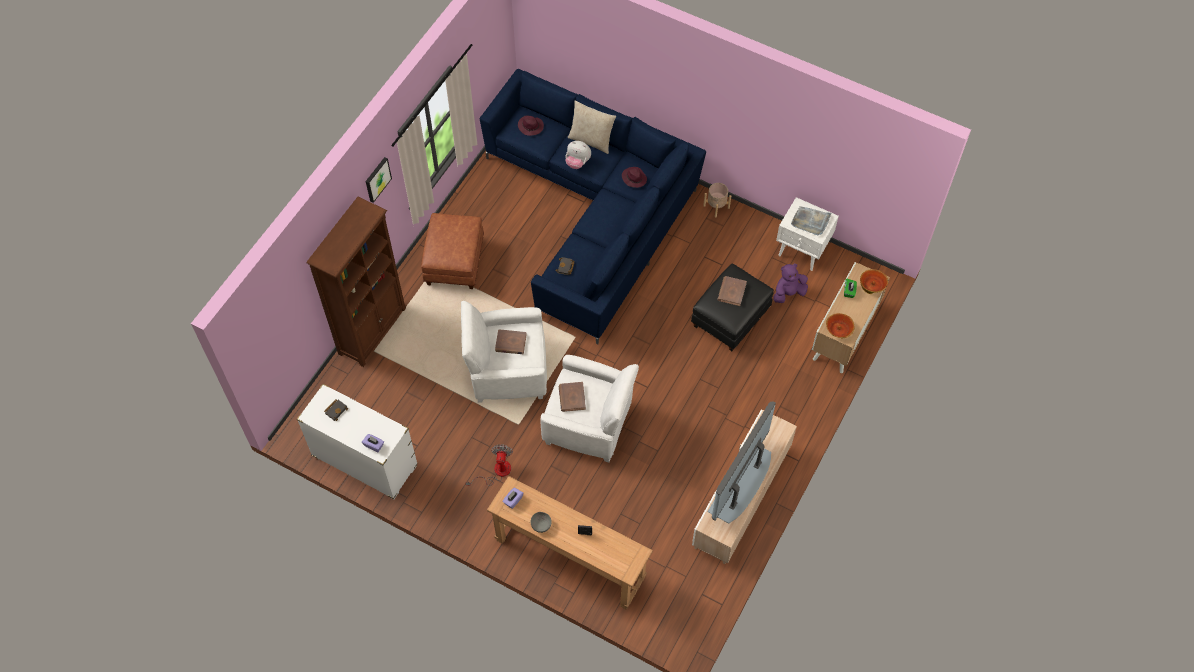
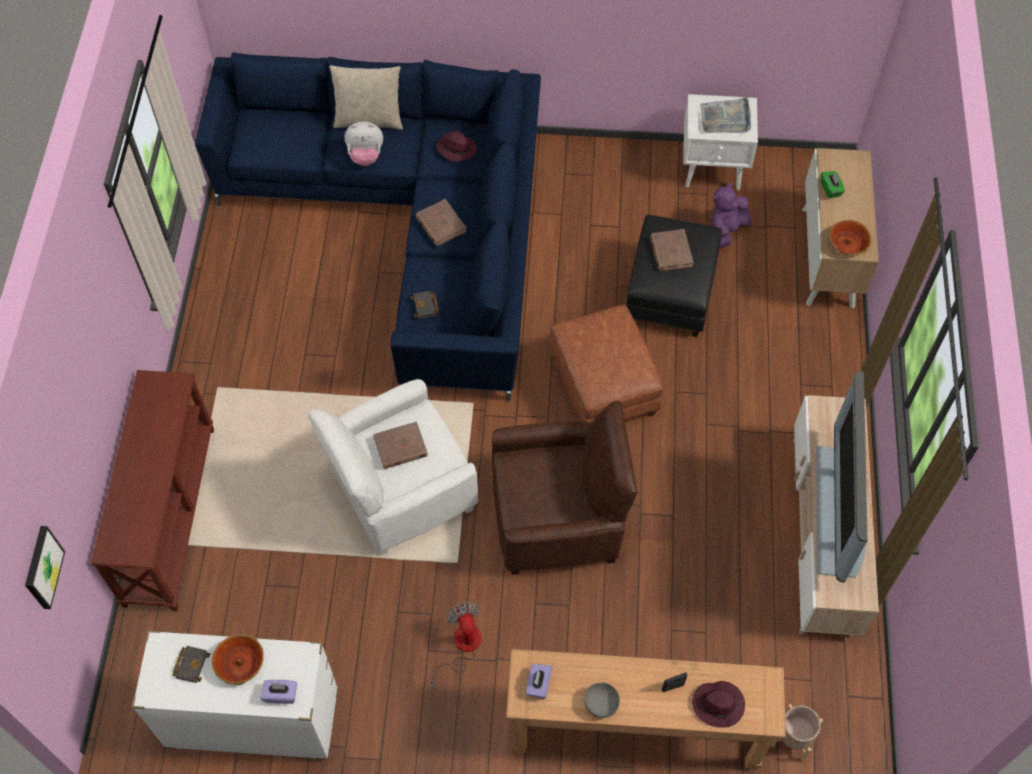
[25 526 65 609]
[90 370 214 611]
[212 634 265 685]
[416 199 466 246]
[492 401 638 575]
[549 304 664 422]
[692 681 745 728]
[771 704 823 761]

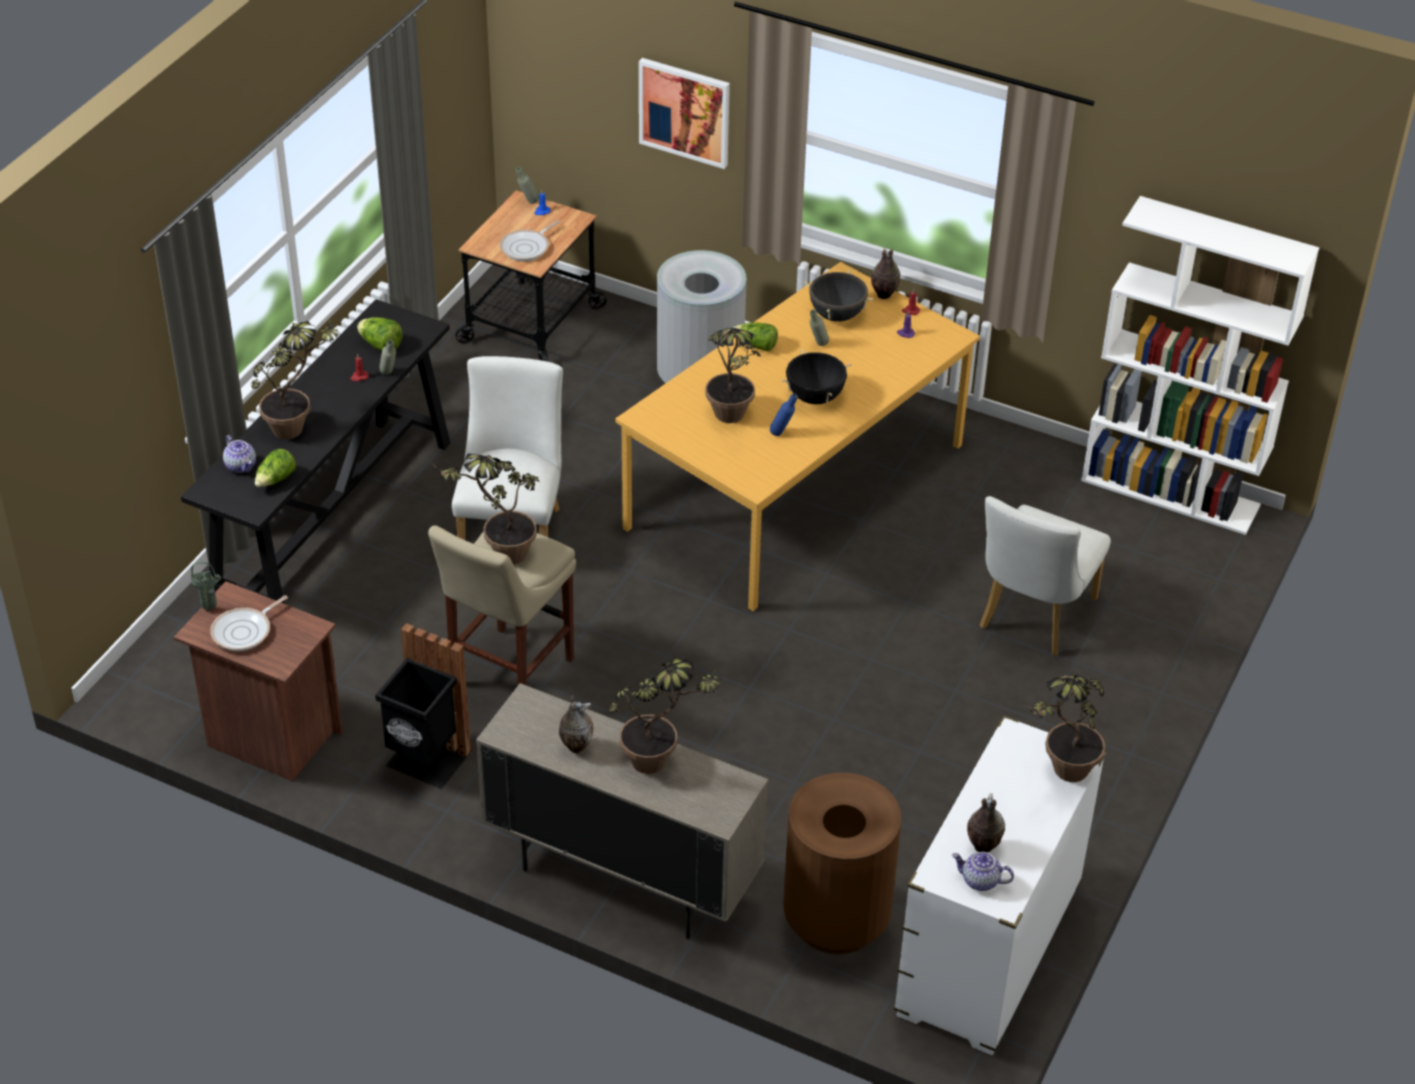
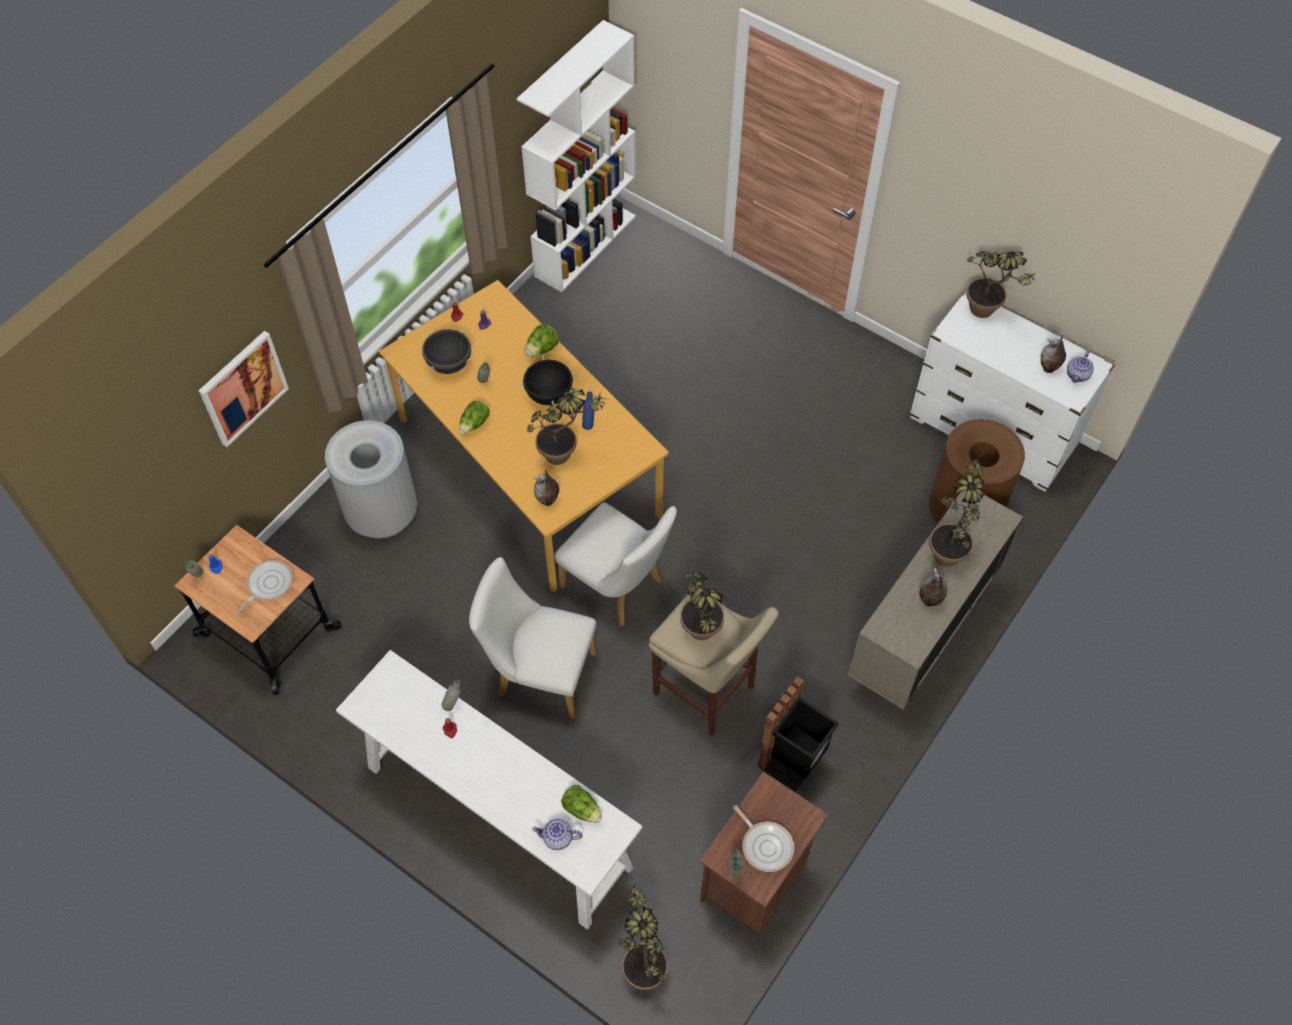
[236 560 293 614]
[336 650 642 929]
[525 324 559 357]
[532 819 582 850]
[533 470 559 506]
[554 502 677 626]
[618 881 668 990]

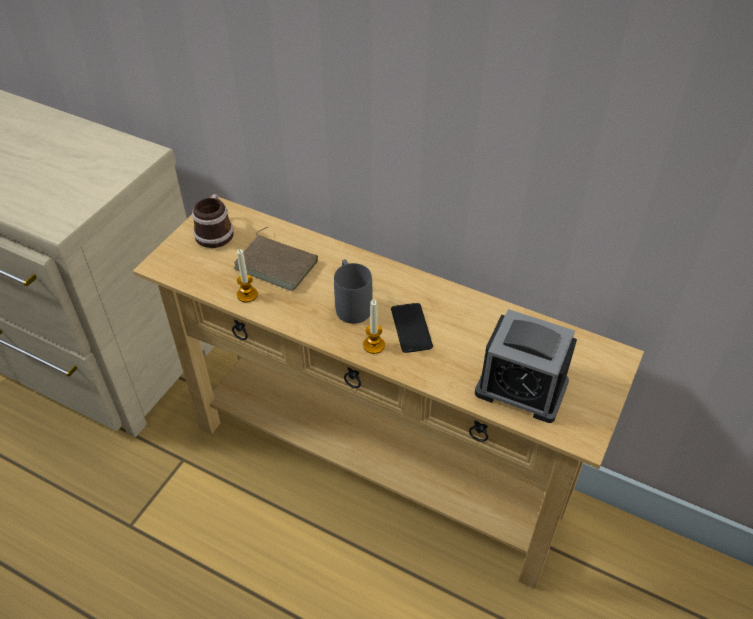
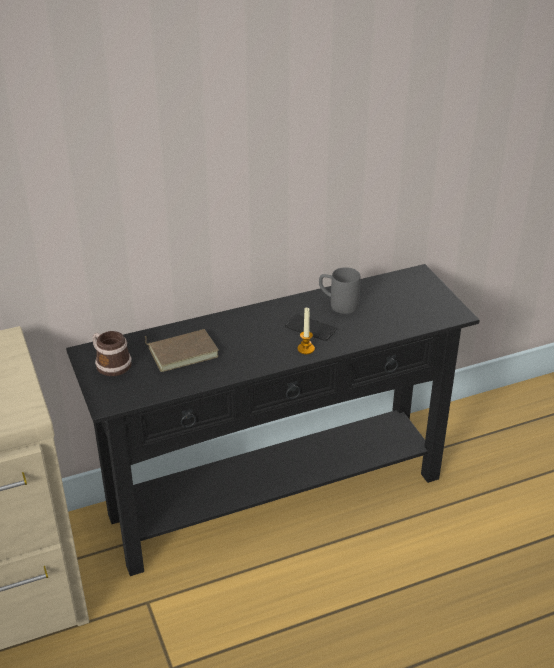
[66 264 480 576]
[319 267 360 314]
[237 249 258 302] (first image)
[475 309 577 423] (first image)

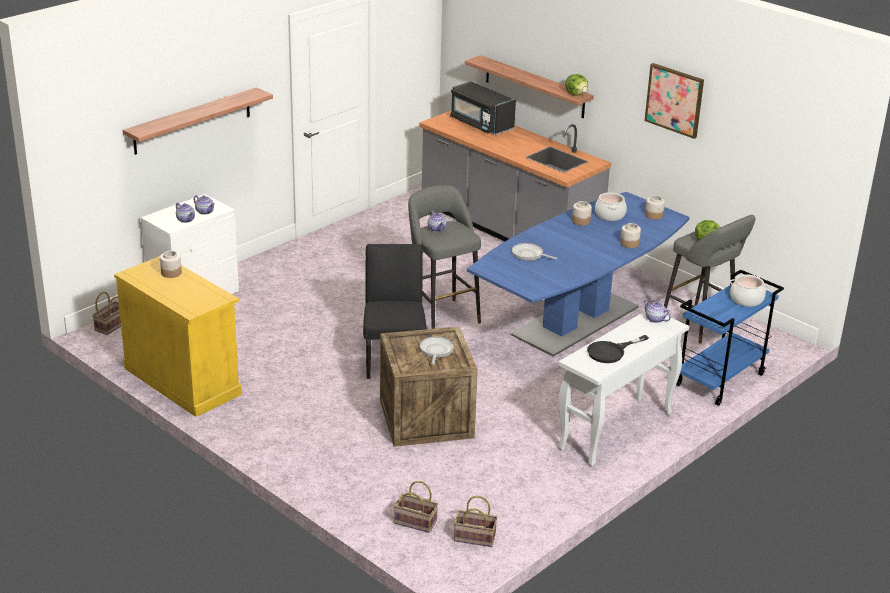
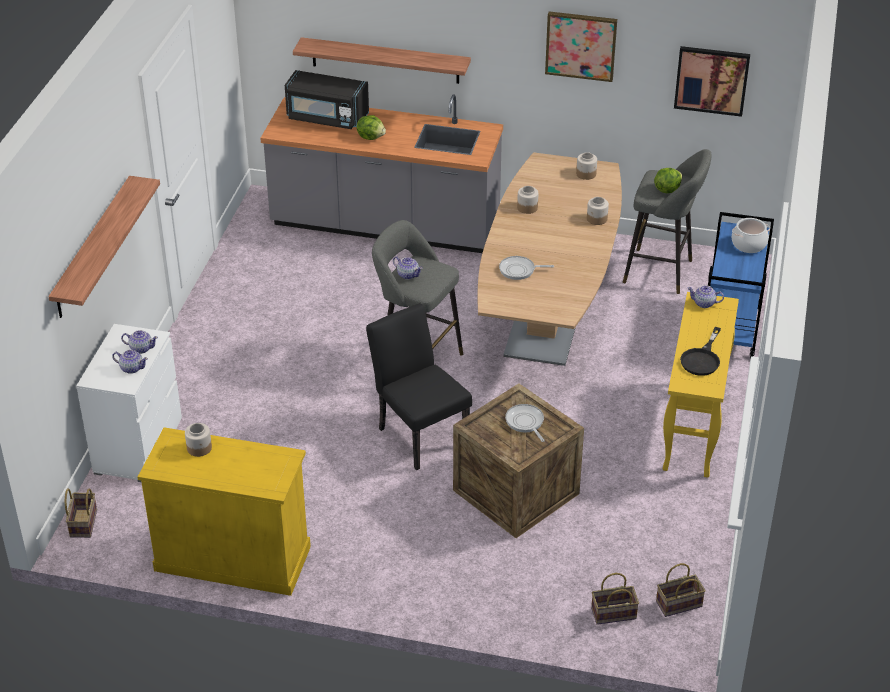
[357 115 386 140]
[478 152 622 366]
[662 292 739 478]
[674 46 750 117]
[595 192 627 221] (first image)

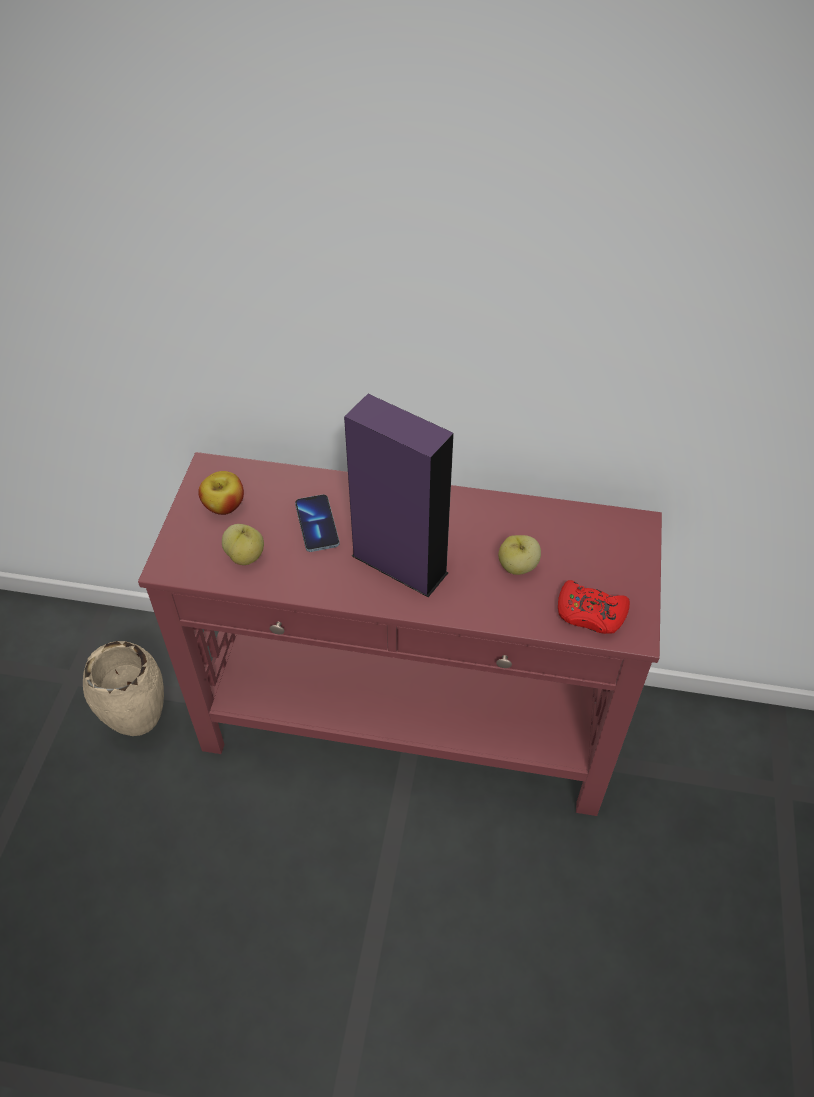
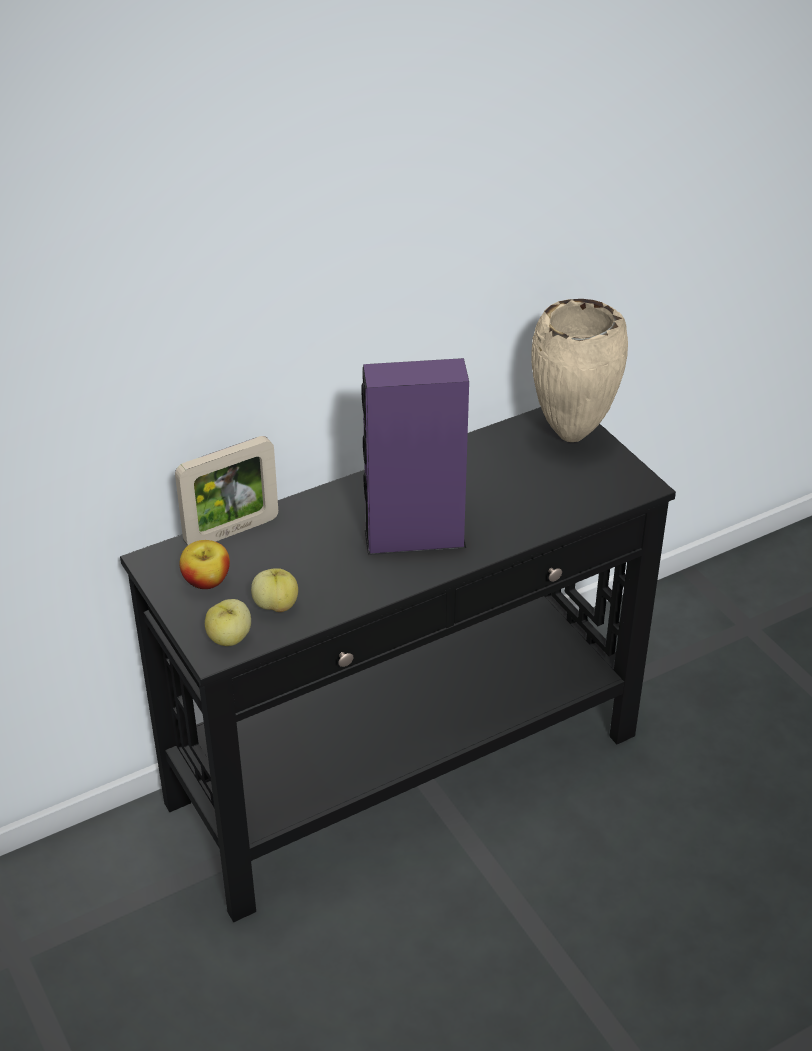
[120 407 676 922]
[175 436 278 545]
[205 599 251 646]
[532 299 628 442]
[295 495 340 552] (first image)
[558 580 630 634] (first image)

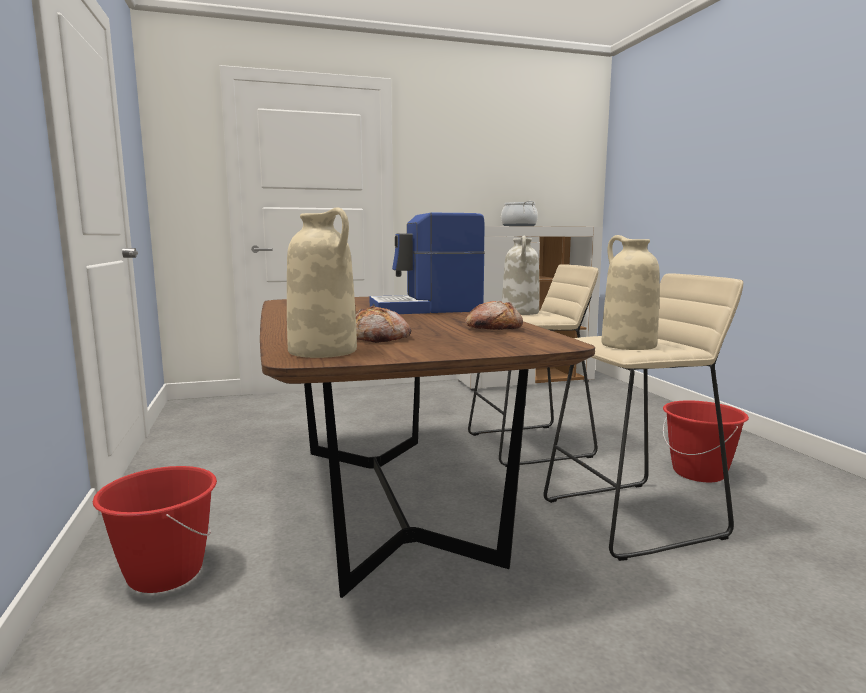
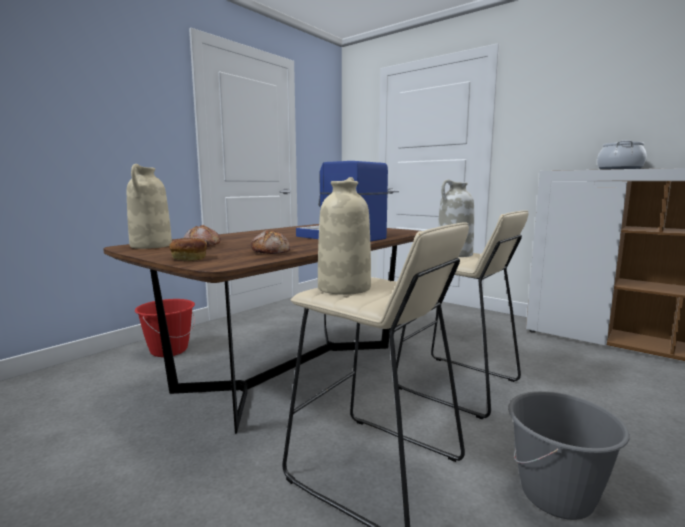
[169 238 207 261]
[508 391 630 520]

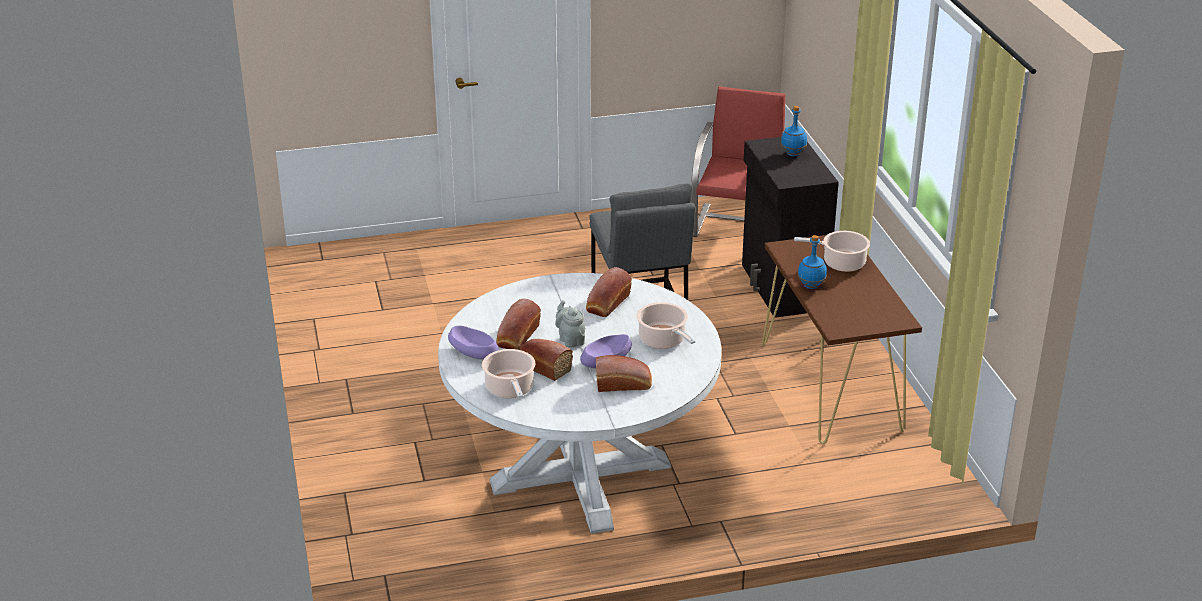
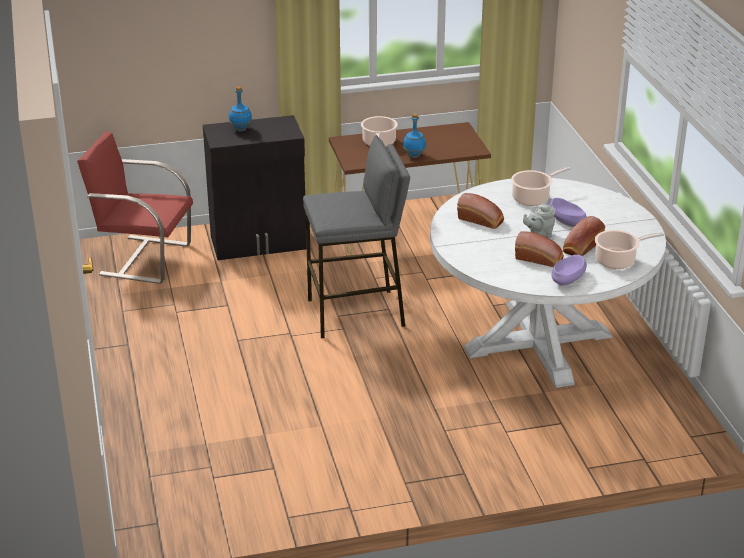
[596 355 652 392] (first image)

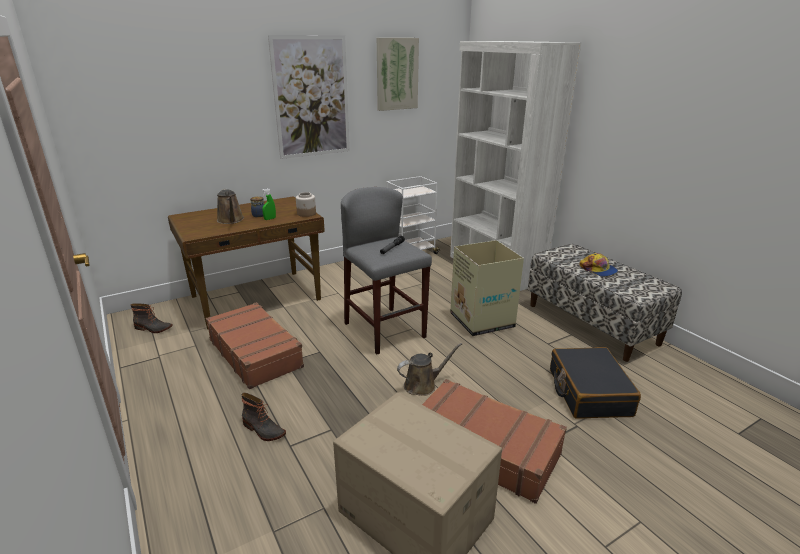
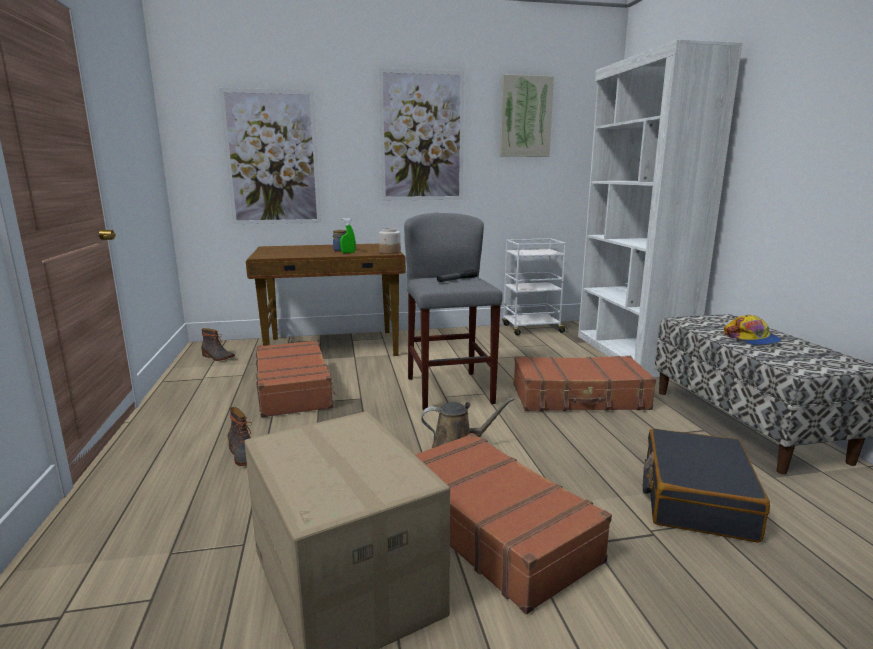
[219 88 321 224]
[514 356 656 411]
[217 189 244 224] (first image)

